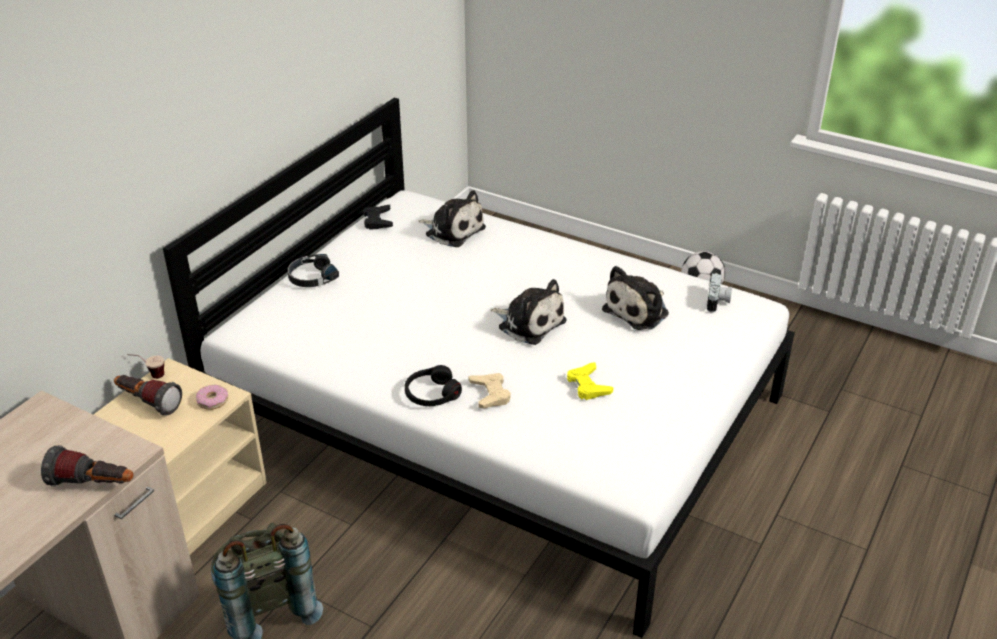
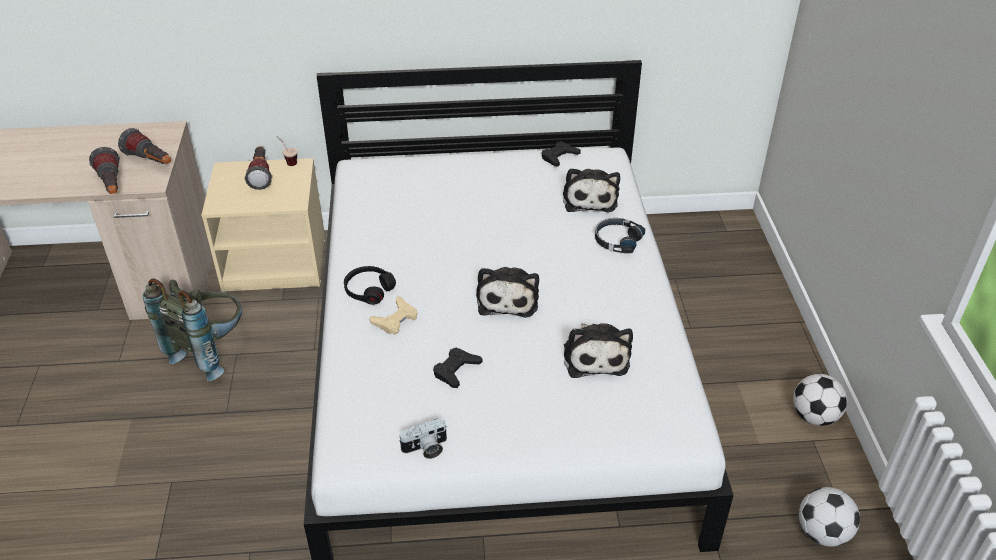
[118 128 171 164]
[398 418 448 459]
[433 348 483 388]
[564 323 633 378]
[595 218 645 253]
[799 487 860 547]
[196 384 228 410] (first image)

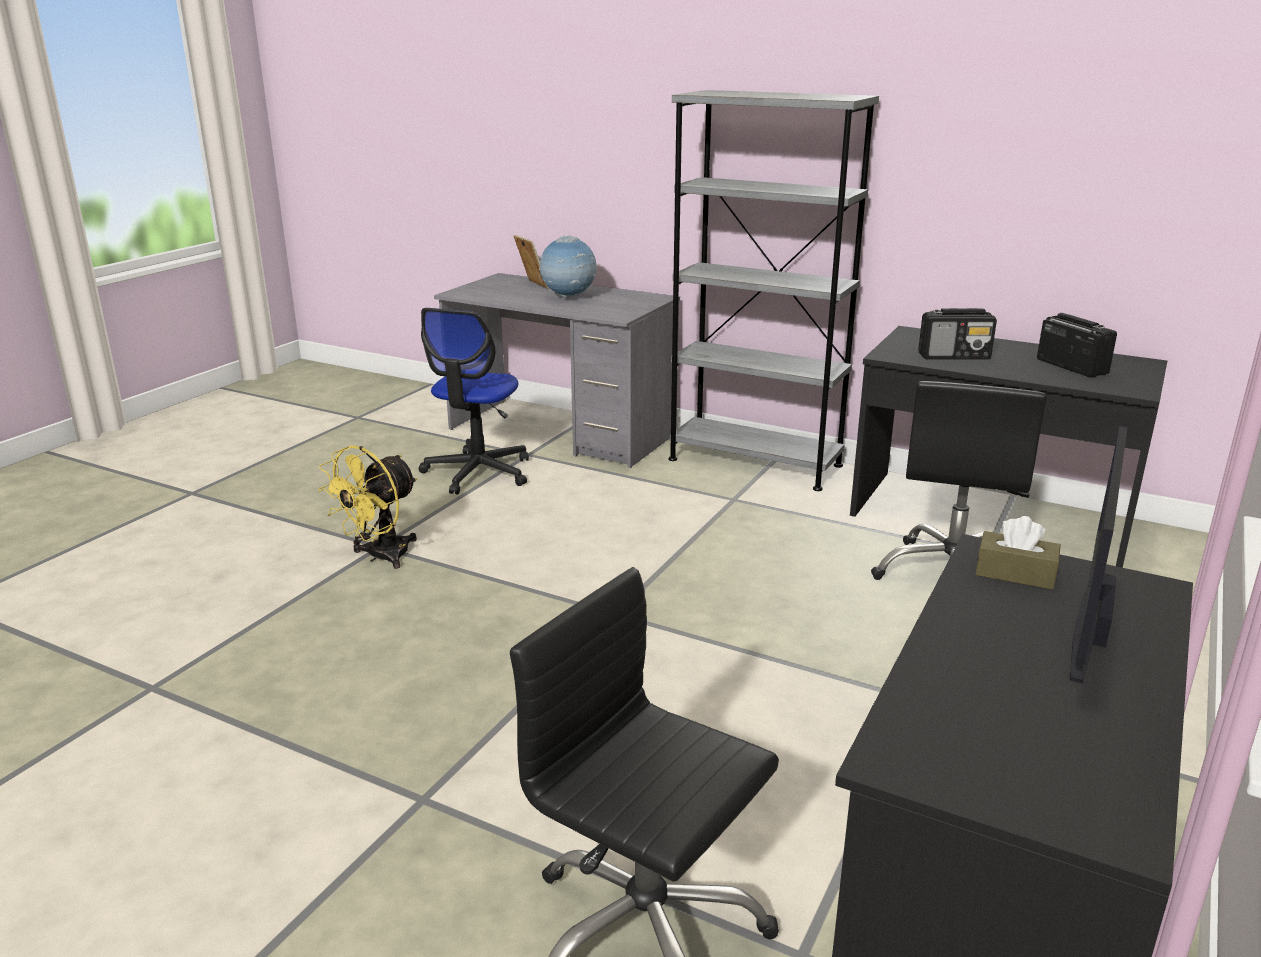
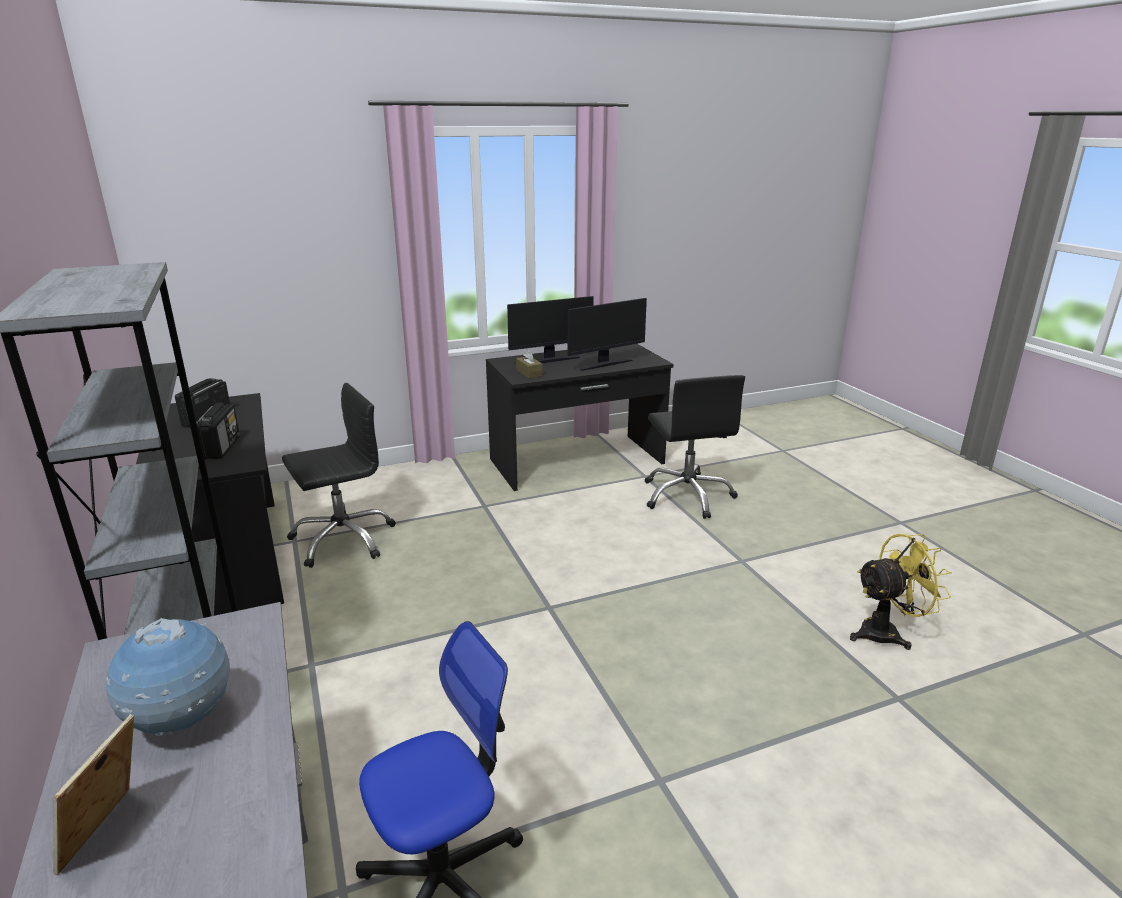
[196 403 240 460]
[567 298 647 371]
[850 534 952 650]

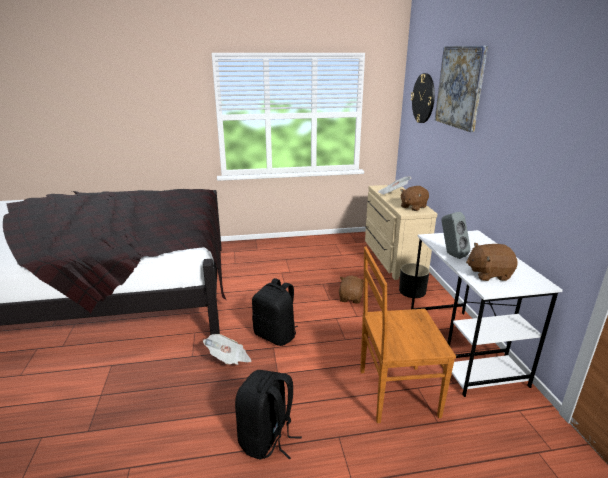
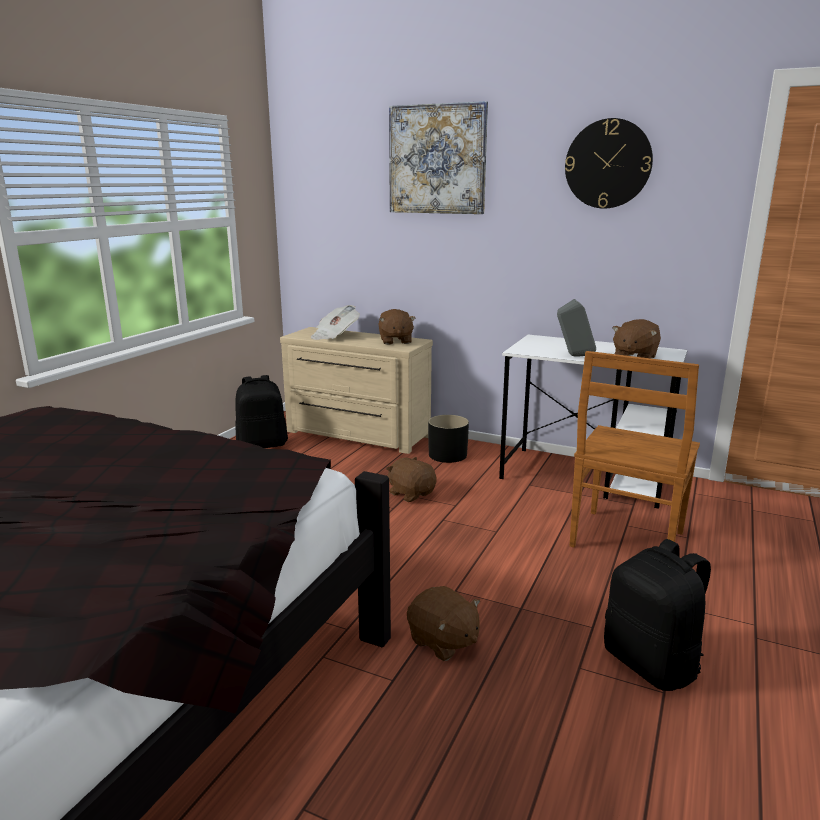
[235 375 288 448]
[407 586 480 661]
[565 118 653 209]

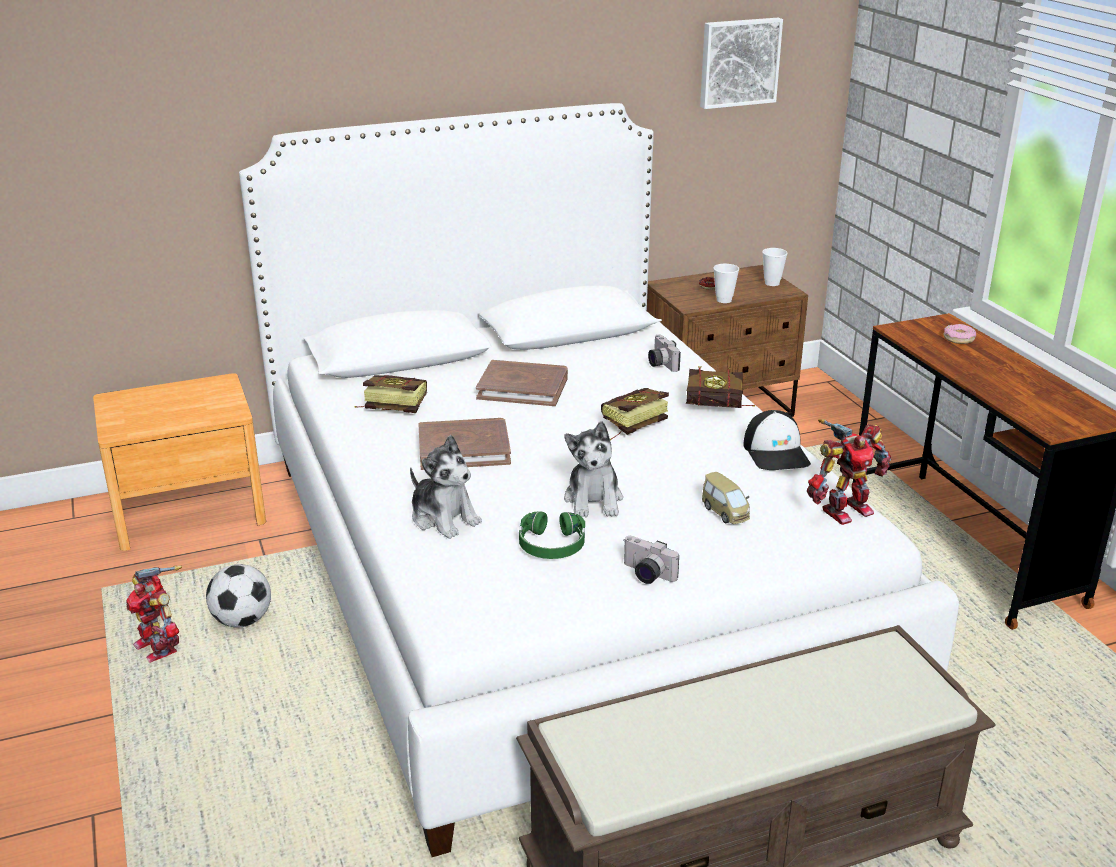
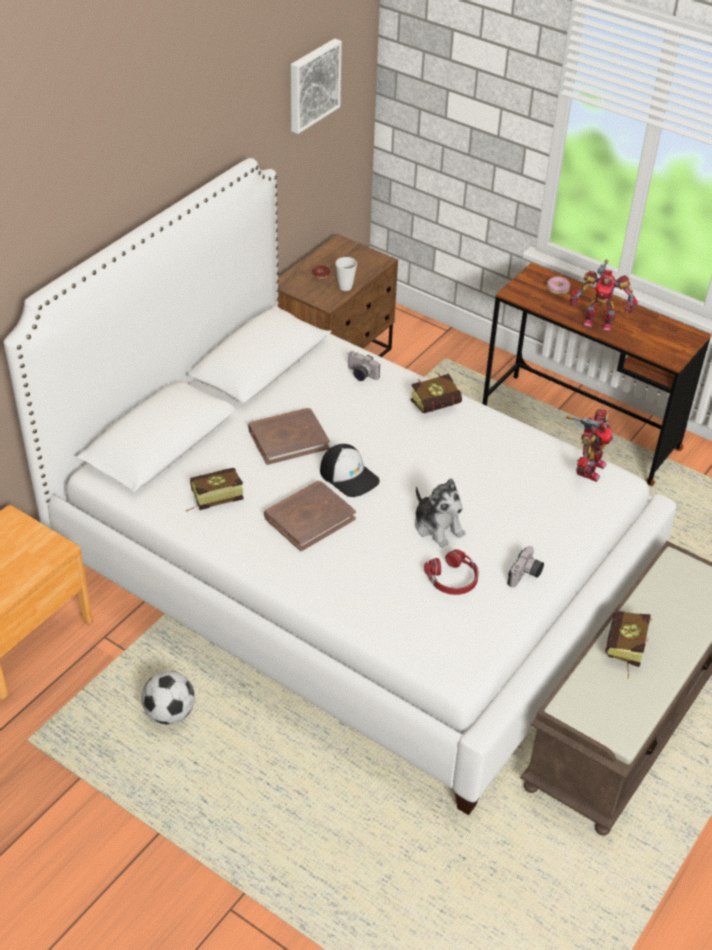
[320 444 380 497]
[424 549 479 595]
[507 546 544 588]
[570 260 638 332]
[605 611 652 679]
[410 435 482 539] (first image)
[702 472 750 524] (first image)
[762 248 788 286] (first image)

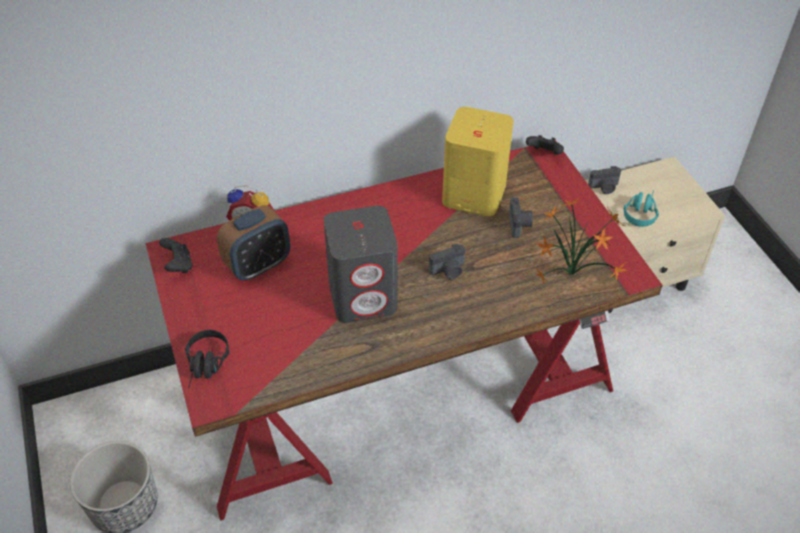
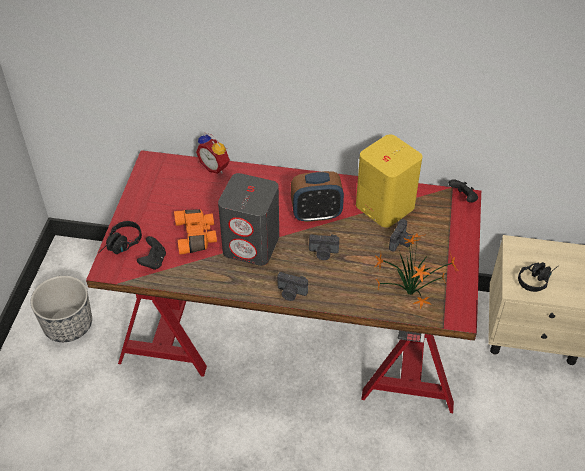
[137 236 166 270]
[174 209 217 255]
[277 272 308 301]
[291 171 344 222]
[518 262 558 292]

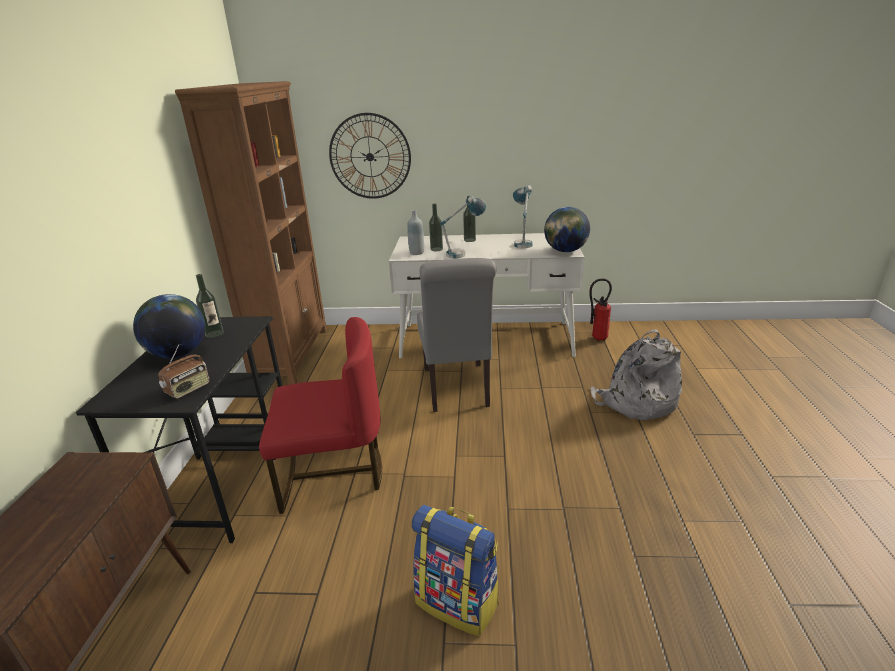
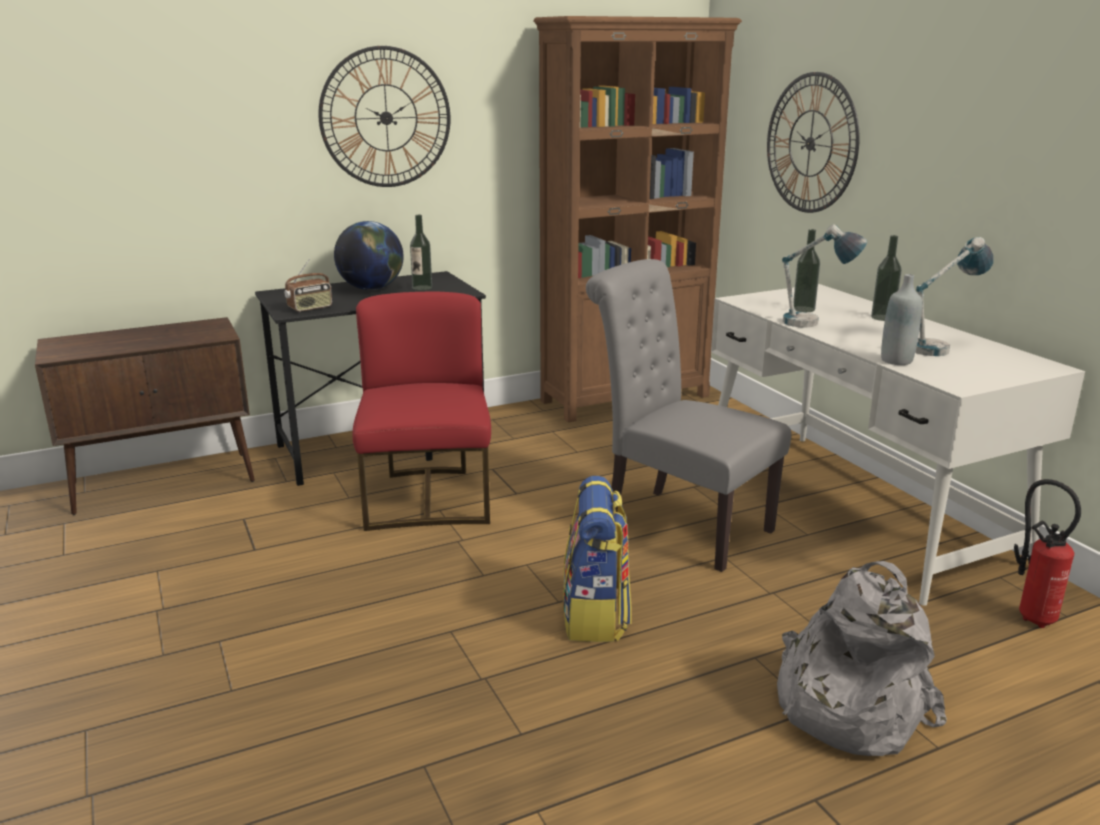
[284 259 332 312]
[318 46 450 187]
[352 292 491 531]
[563 476 632 642]
[586 259 791 572]
[881 274 922 365]
[544 207 590 252] (first image)

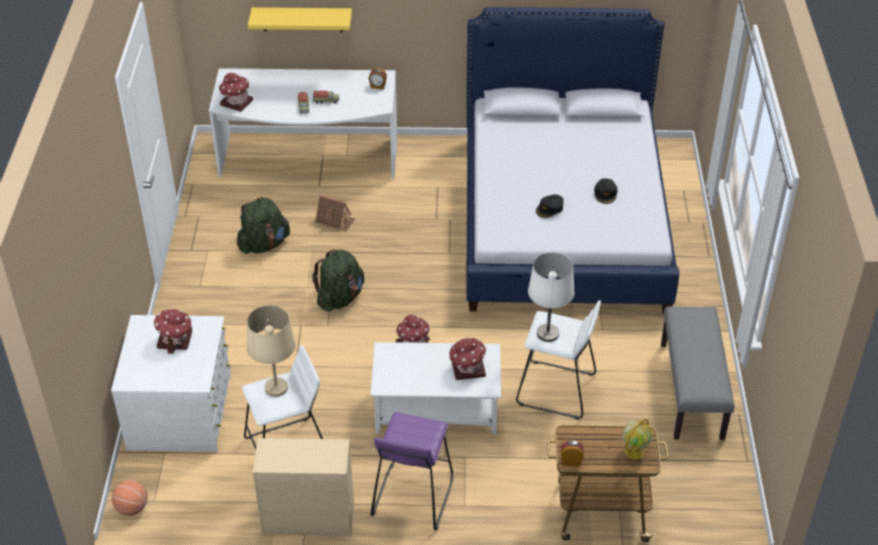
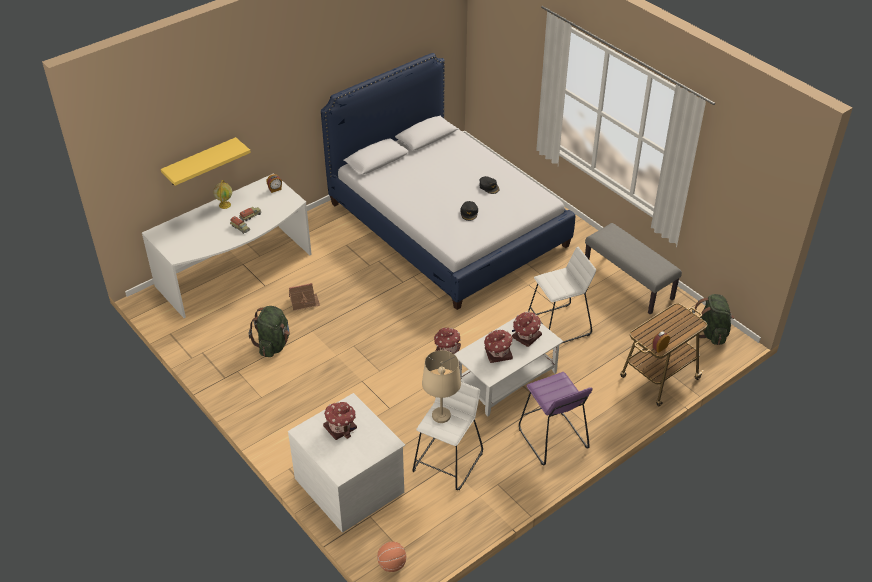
[213 180 232 209]
[484 329 513 363]
[692 294 735 345]
[253 438 354 537] (first image)
[528 252 575 342] (first image)

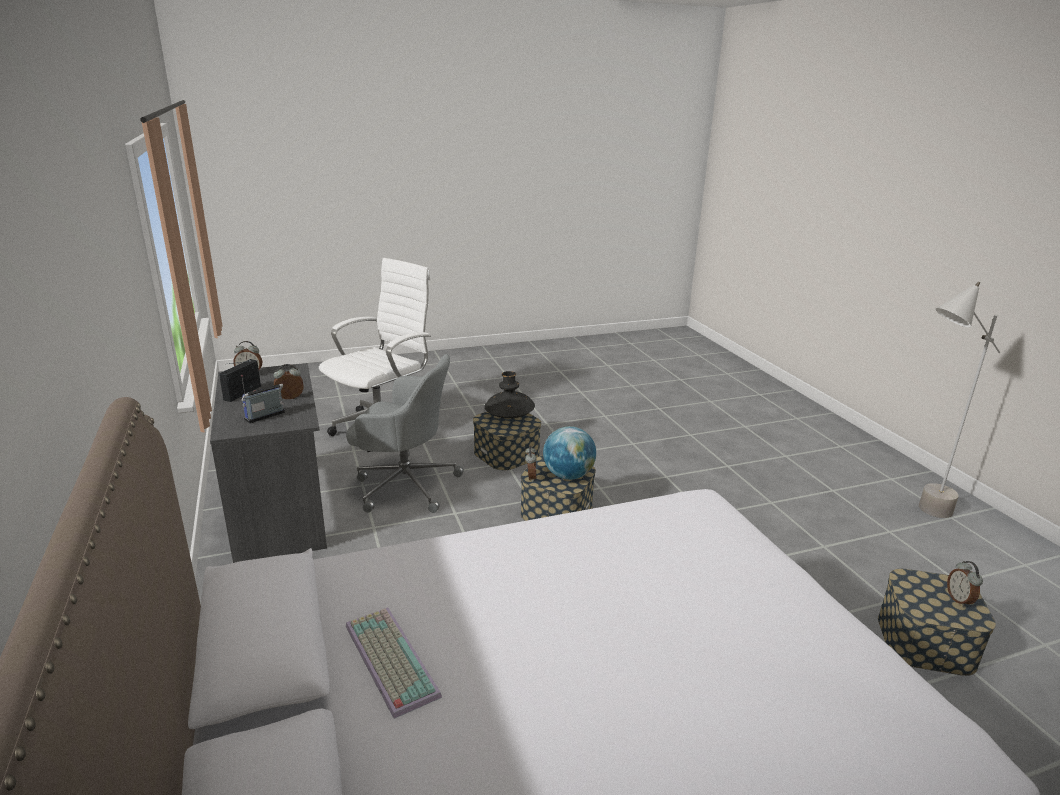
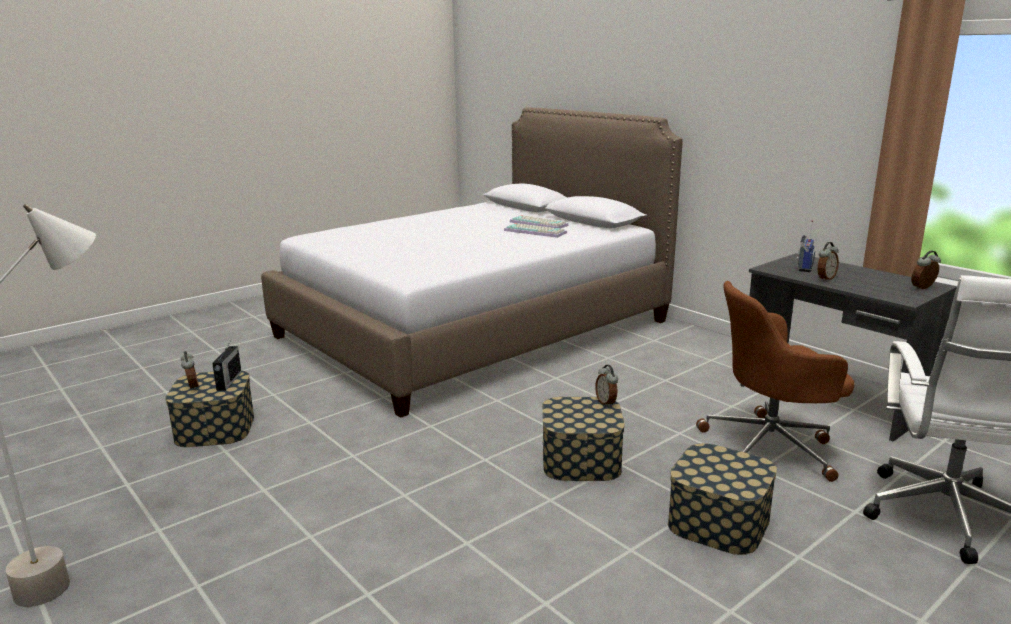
[212 342 242 391]
[504 223 567 238]
[696 281 854 482]
[484 371 535 419] (first image)
[543 426 596 480] (first image)

